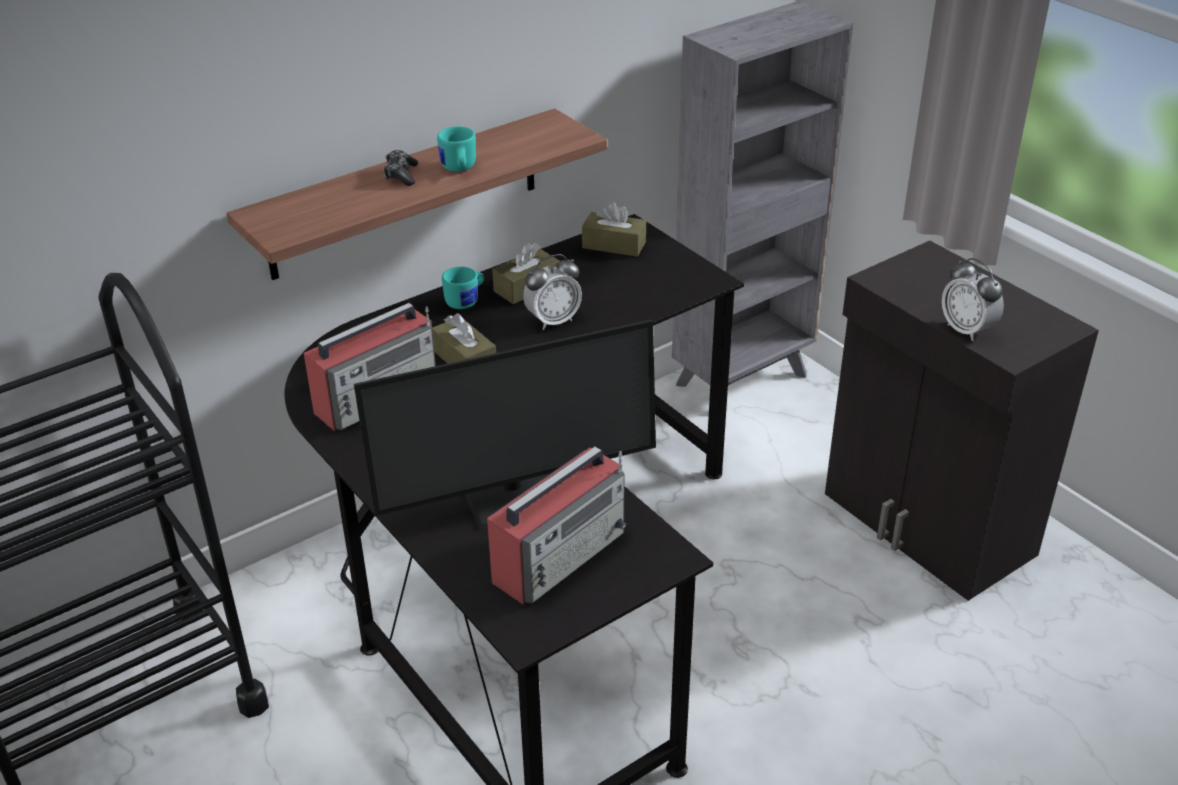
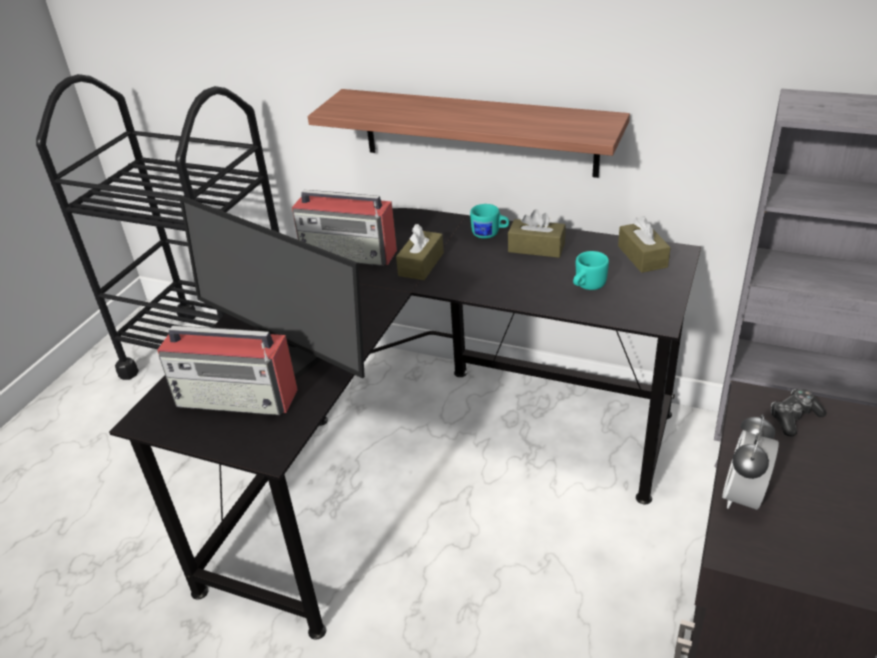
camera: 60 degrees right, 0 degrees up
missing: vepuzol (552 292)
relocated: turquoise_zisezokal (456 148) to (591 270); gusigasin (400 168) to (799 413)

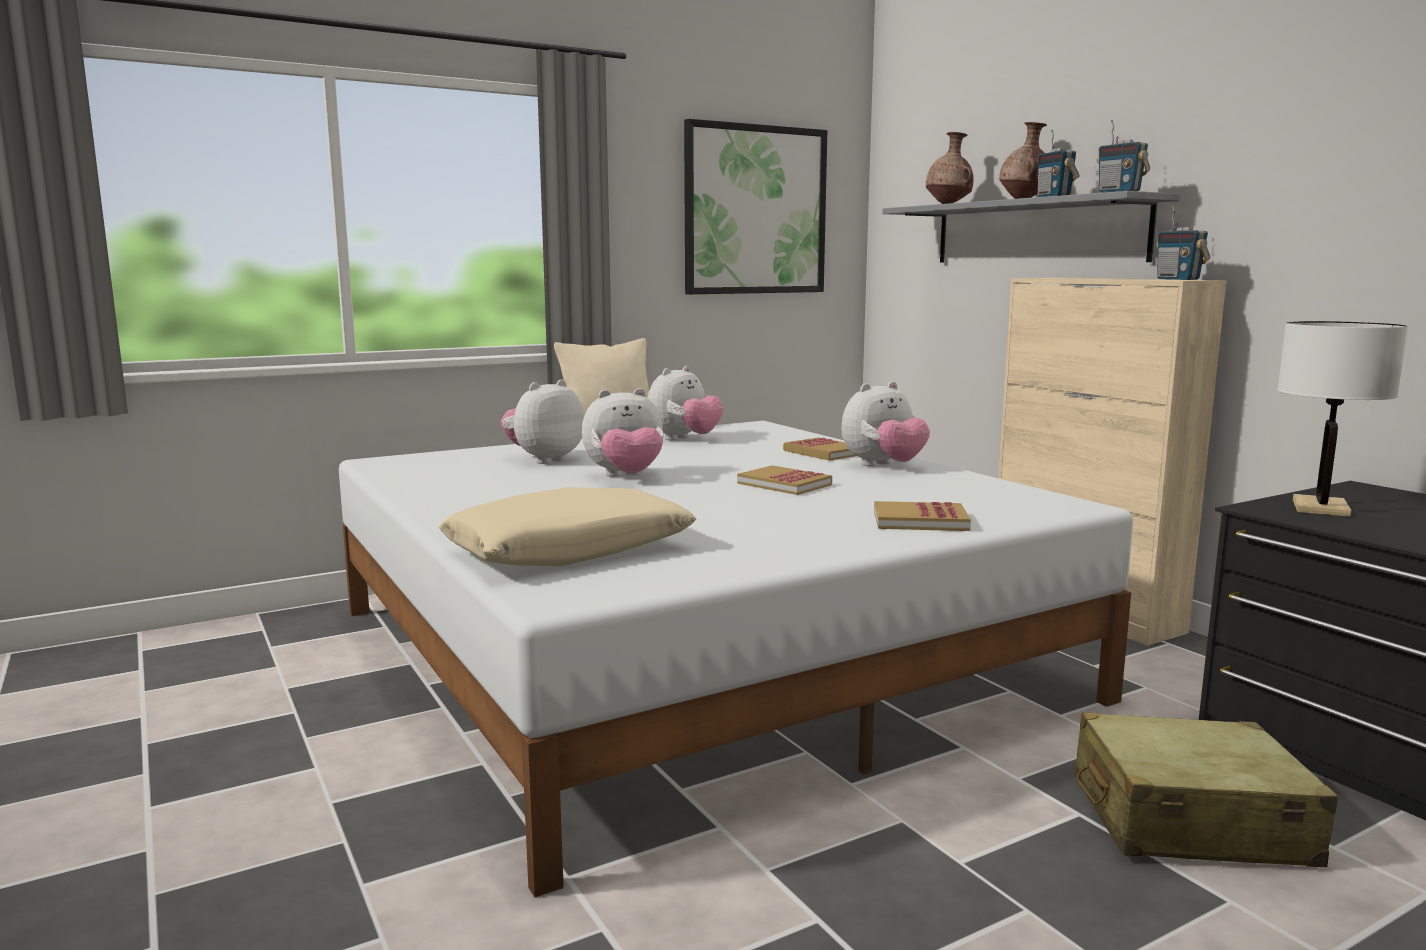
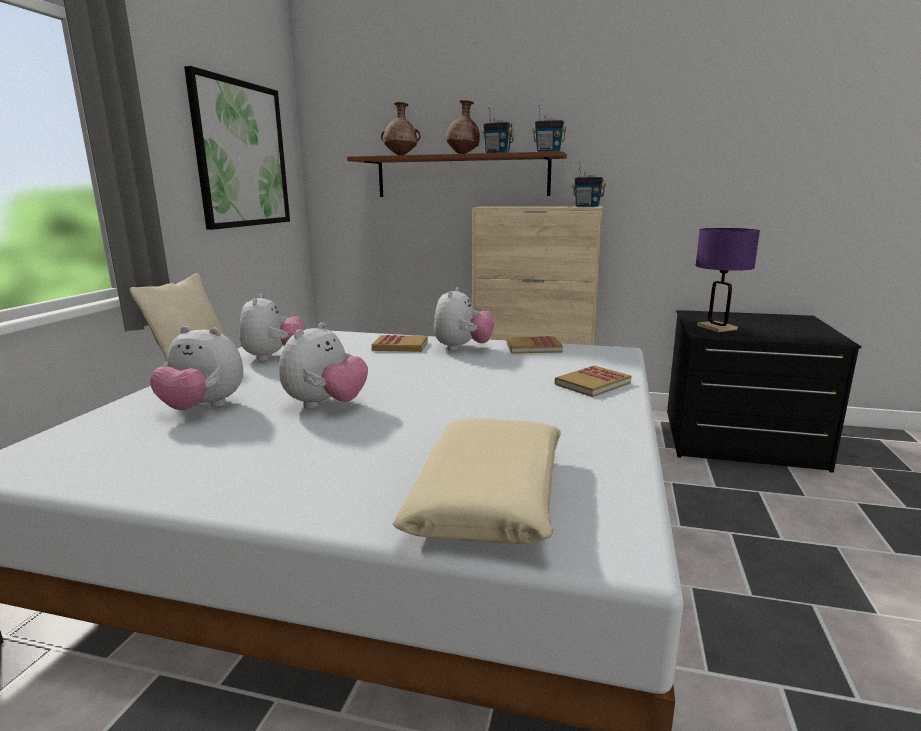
camera: 45 degrees left, 5 degrees up
missing: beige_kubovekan (1206 789)
relocated: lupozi (784 480) to (535 345)
colour: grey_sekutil (1031 226) to brown_sekutil (457 174); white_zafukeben (1342 419) to purple_zafukeben (727 280)
spun: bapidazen (542 421) = (196 368) 75 degrees counterclockwise

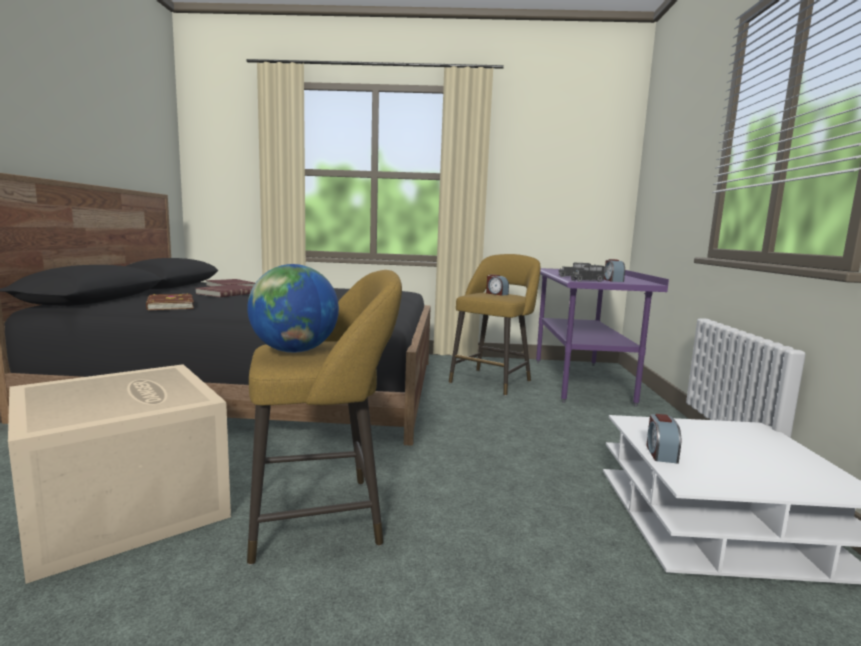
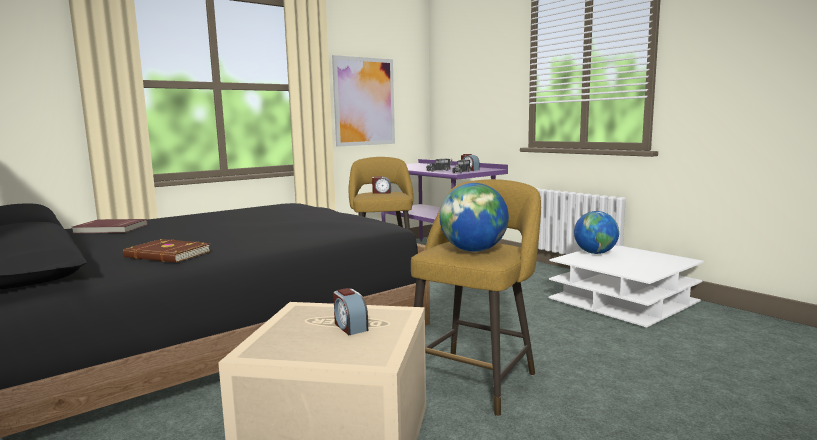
camera: 40 degrees left, 0 degrees up
missing: red_lupozi (224 290)
appeared: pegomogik (363 101); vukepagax (596 232)
relocated: vepuzol (663 439) to (350 311)

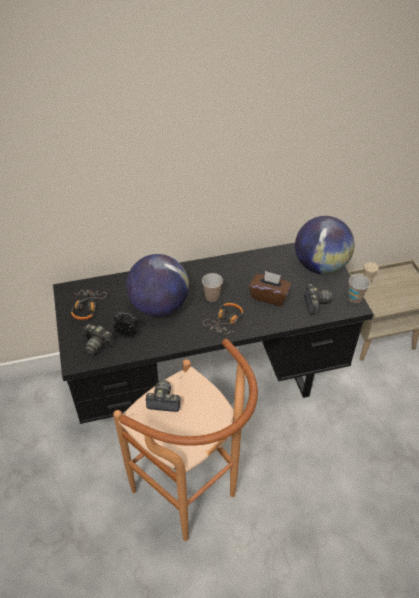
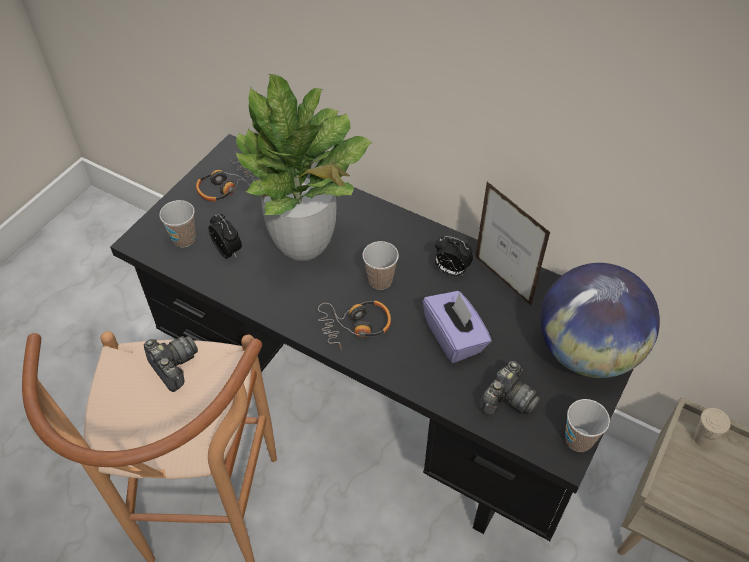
camera: 45 degrees right, 5 degrees up
appeared: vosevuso (513 243); vepuzol (454 256)
exchanged: vukepagax (157 285) to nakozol (303 167); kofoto (99 340) to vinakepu (177 223)
colour: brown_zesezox (270 288) to purple_zesezox (457 327)

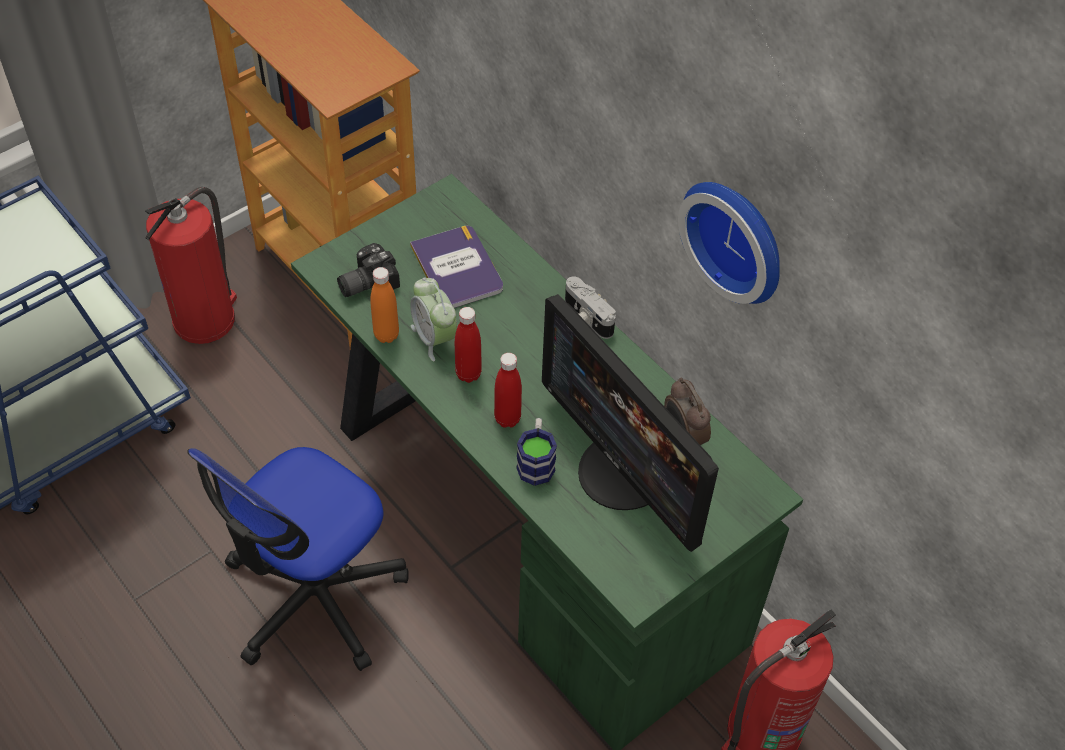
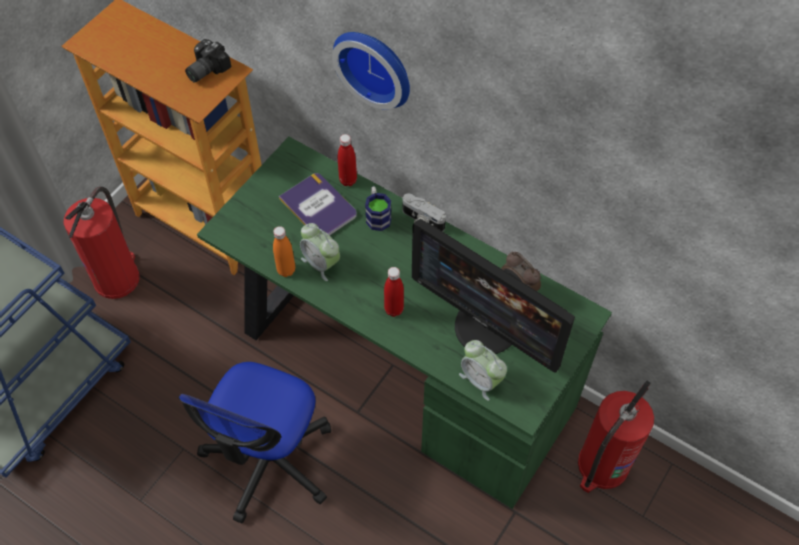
camera: 15 degrees left, 5 degrees up
appeared: vepuzol (483 370)
relocated: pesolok (729 243) to (371 71); kofoto (368 270) to (208 61); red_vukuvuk (468 345) to (347 160); zisezokal (536 452) to (378 208)

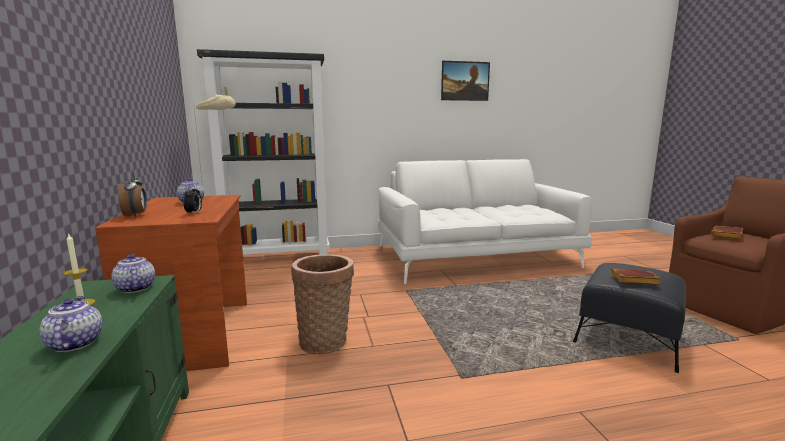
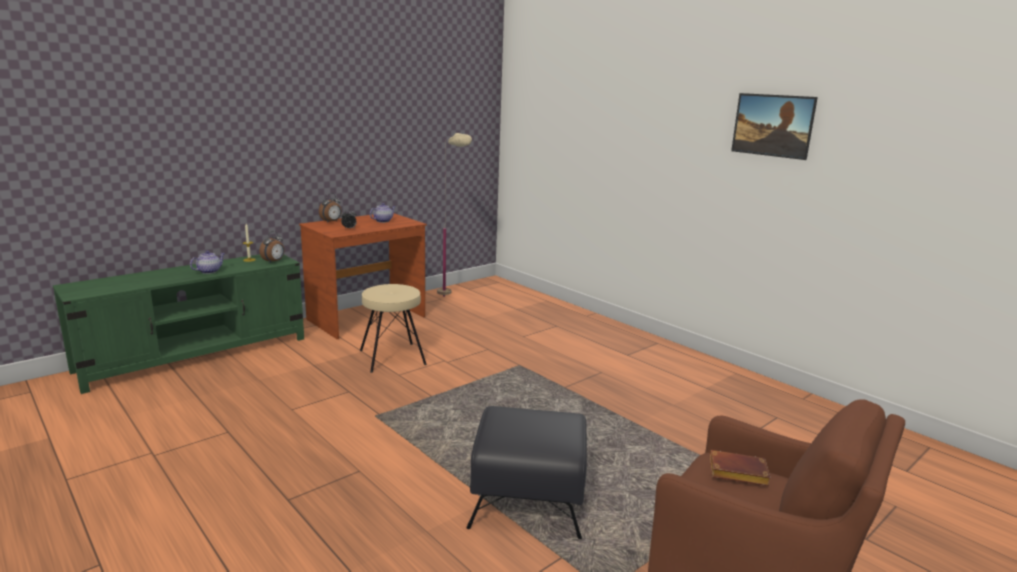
camera: 60 degrees right, 5 degrees up
missing: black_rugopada (263 152); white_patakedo (485 221); brown_lupozi (636 276)
exchanged: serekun (133 273) to vepuzol (272 246); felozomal (322 304) to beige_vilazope (393 328)

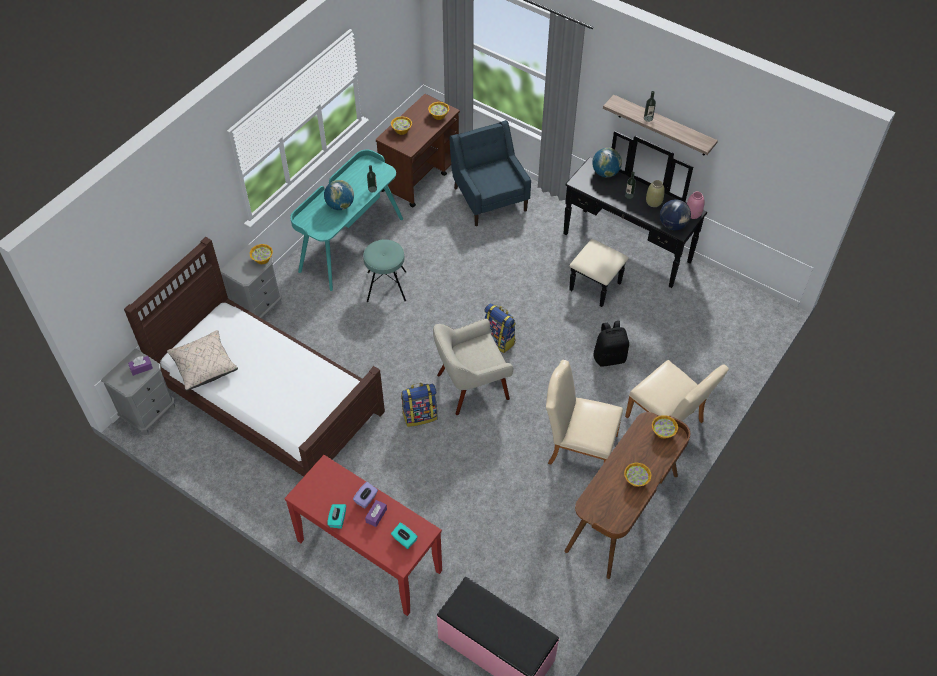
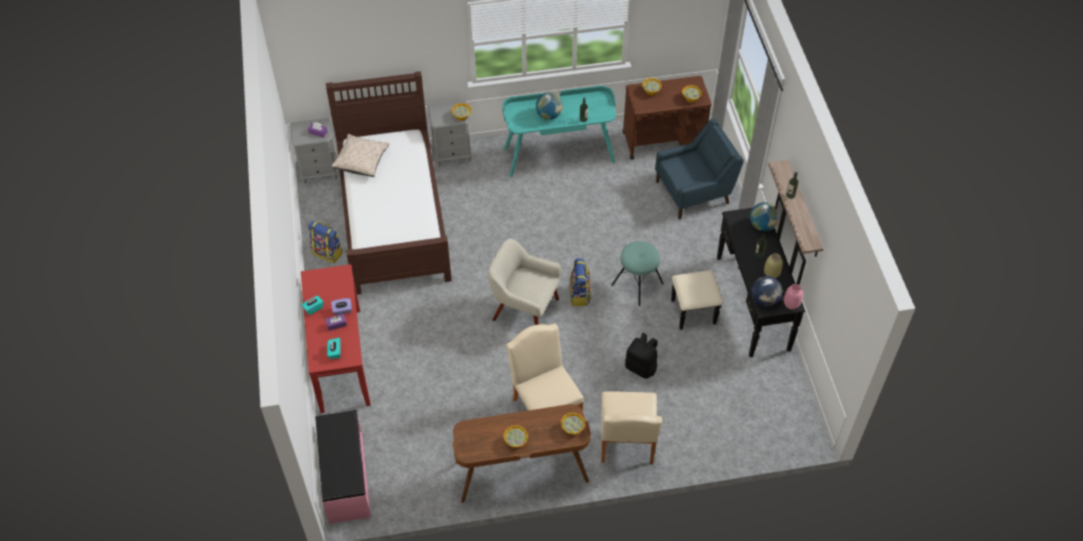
camera: 45 degrees right, 0 degrees up
relocated: turquoise_vilazope (384 270) to (637 273); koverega (419 405) to (325 242)
spun: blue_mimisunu (490 173) = (699 169) 45 degrees clockwise

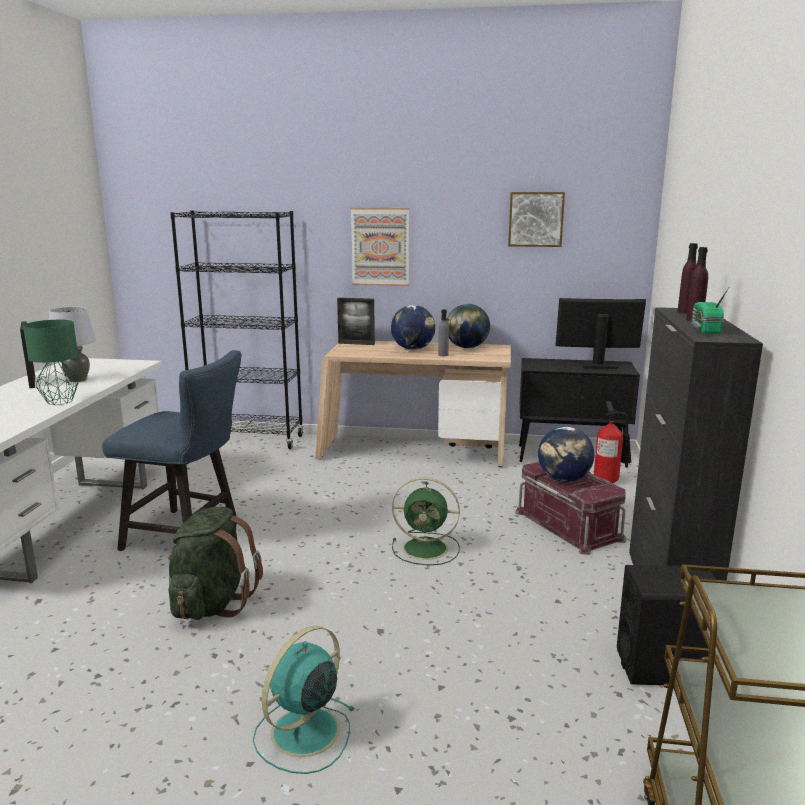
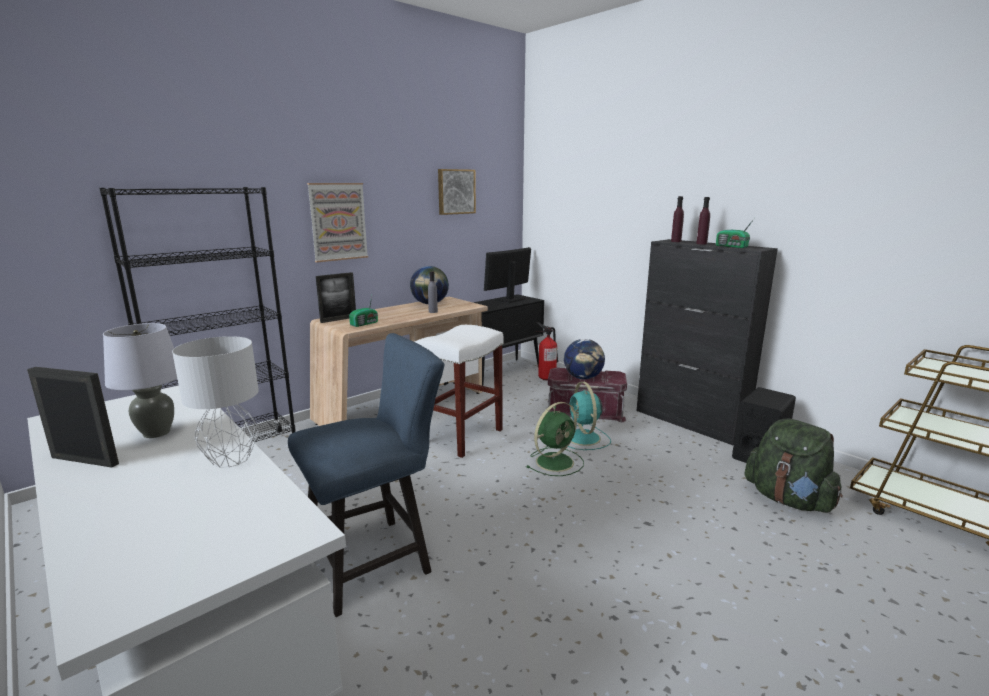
camera: 50 degrees left, 0 degrees up
missing: vukepagax (413 327)
appeared: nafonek (363 311); white_vilazope (459 391)
relocated: green_koverega (215 563) to (794 465); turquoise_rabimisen (303 700) to (589 416)
colour: green_zafukeben (50 362) to grey_zafukeben (215 402)

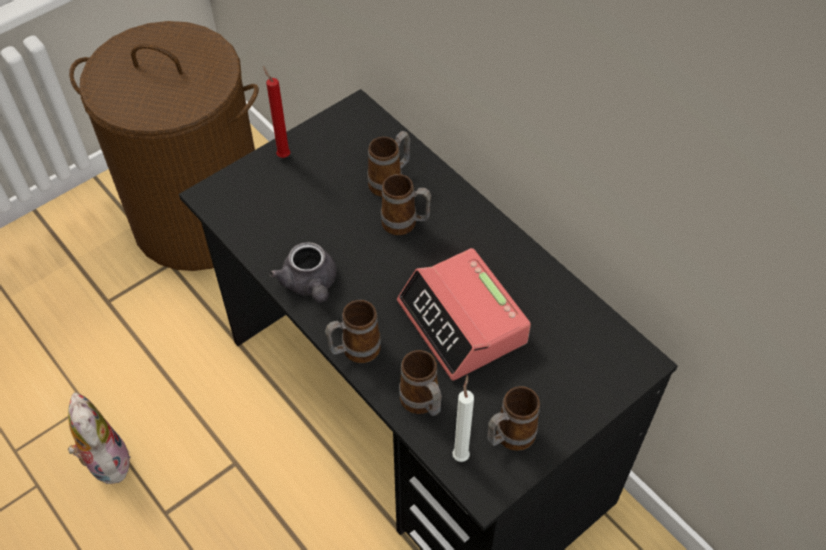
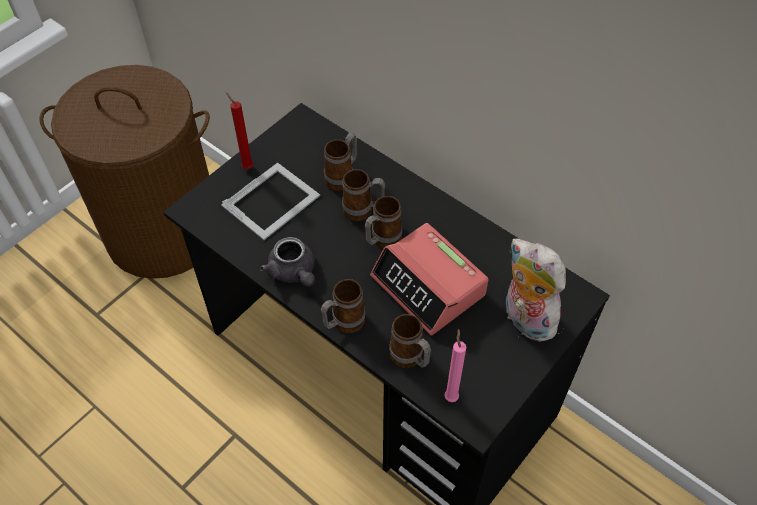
camera: 10 degrees left, 0 degrees up
appeared: vosevuso (270 201)
relocated: zisezokal (513 418) to (383 222); bapidazen (101 438) to (536 290)
colour: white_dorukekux (463 418) to pink_dorukekux (455 365)

